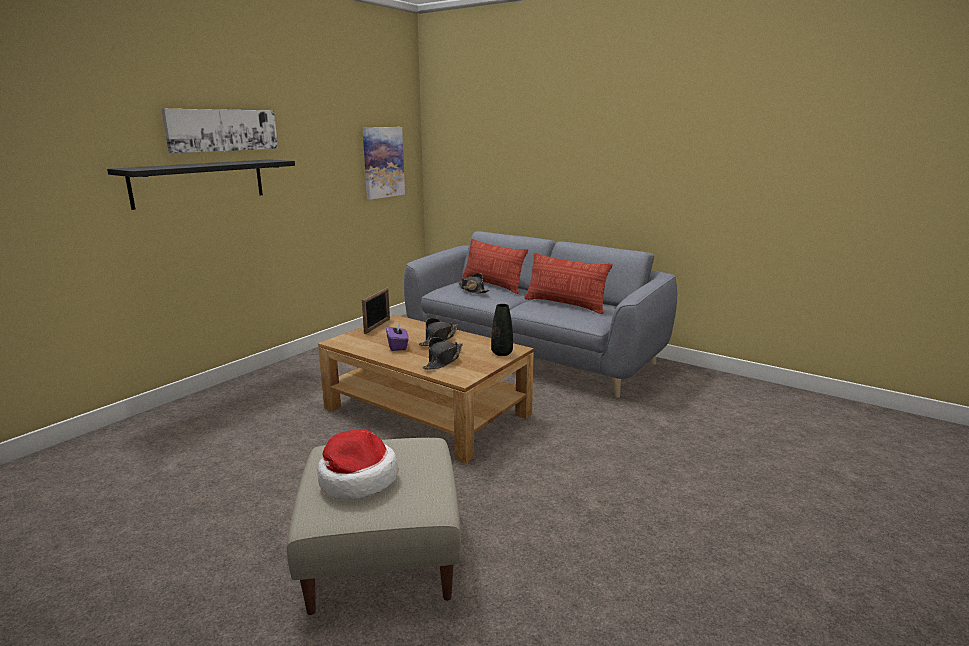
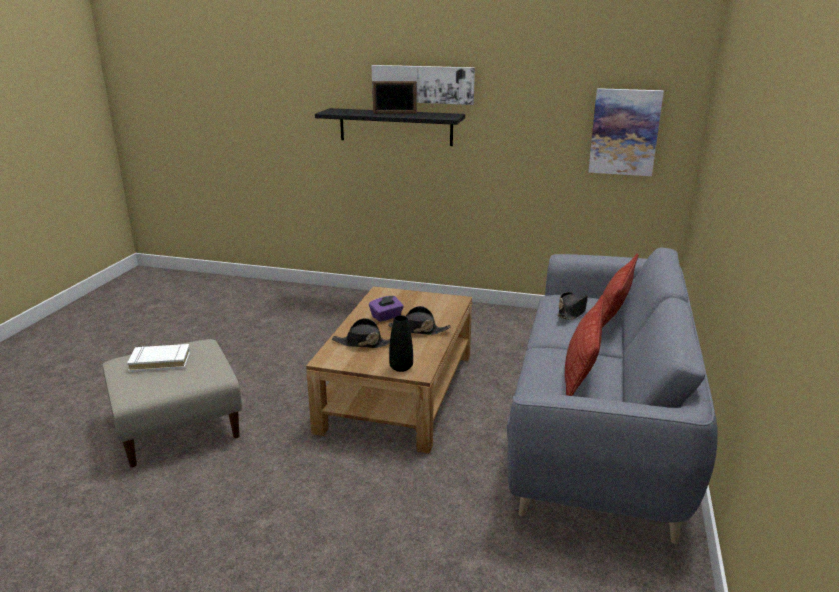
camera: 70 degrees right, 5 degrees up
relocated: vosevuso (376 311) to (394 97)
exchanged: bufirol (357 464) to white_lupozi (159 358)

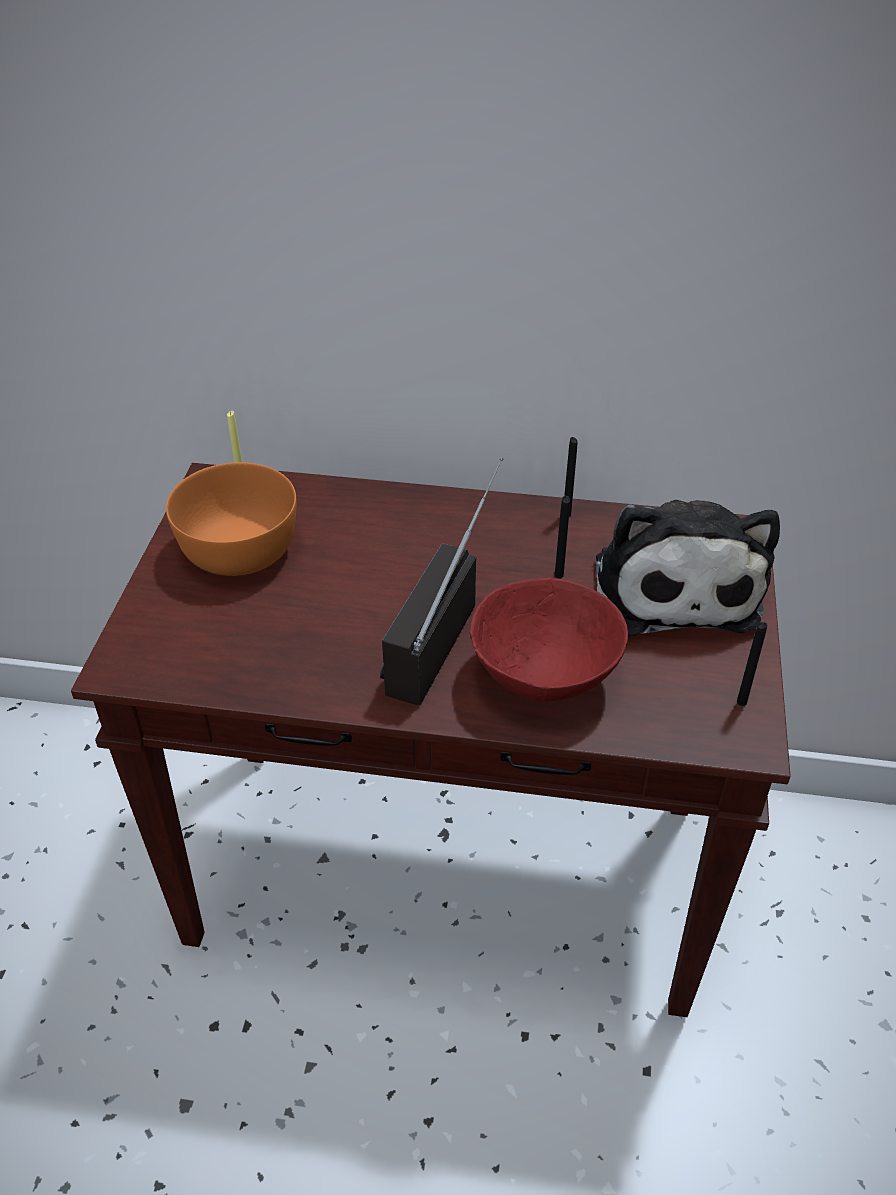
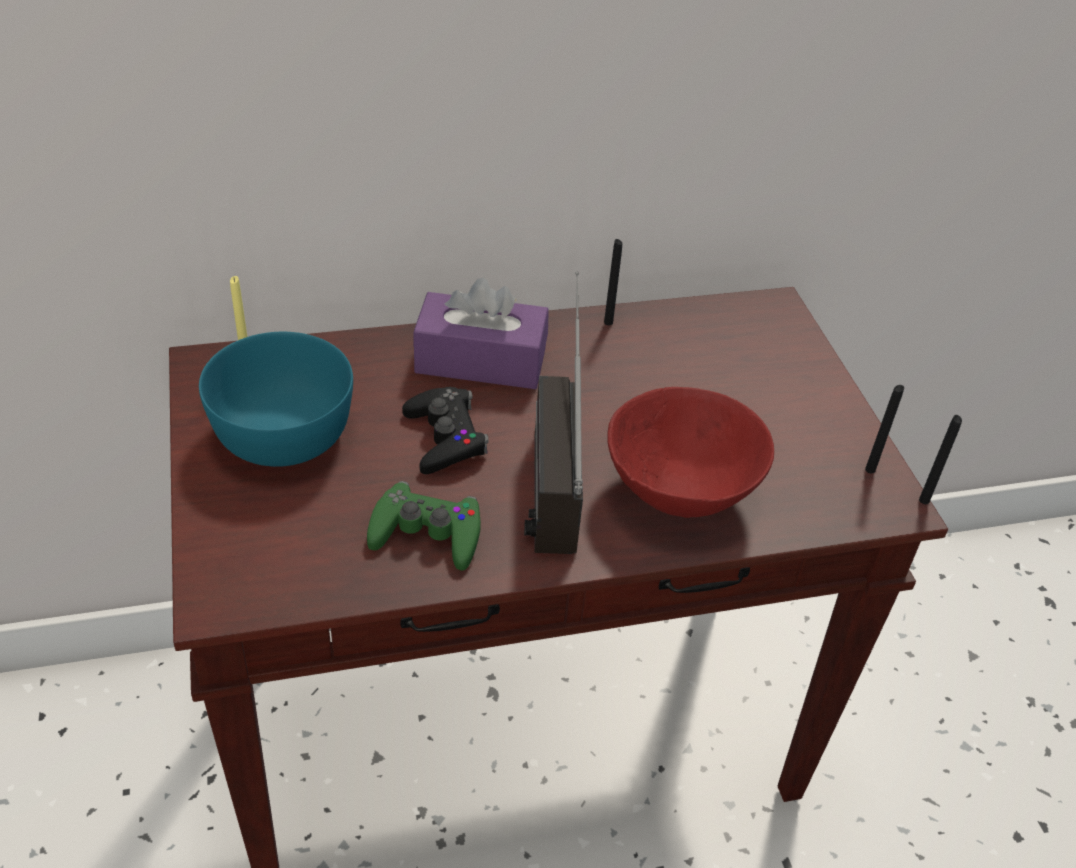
camera: 25 degrees left, 0 degrees up
missing: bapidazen (688 568)
appeared: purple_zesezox (481 333); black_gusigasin (445 430); green_gusigasin (424 526)
relocated: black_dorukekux (562 537) to (940 459)
colour: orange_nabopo (231 519) to turquoise_nabopo (276 399)

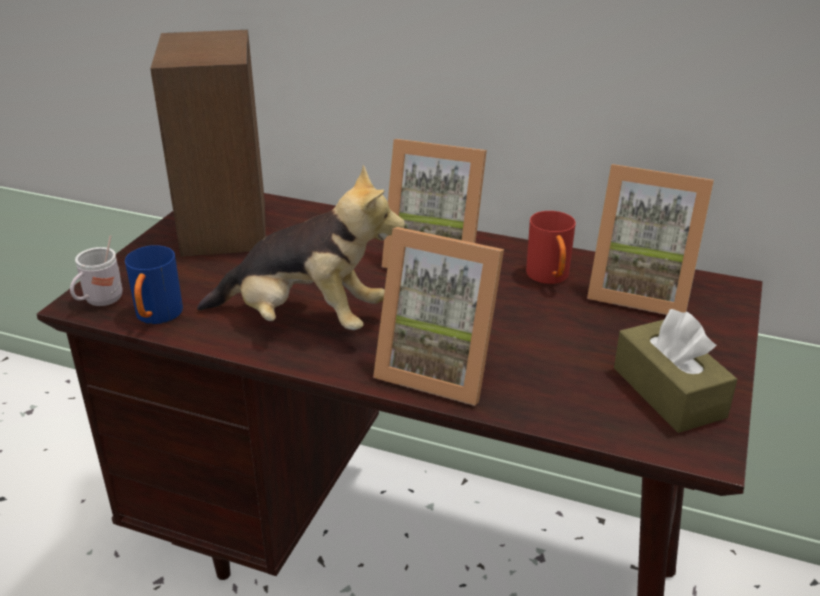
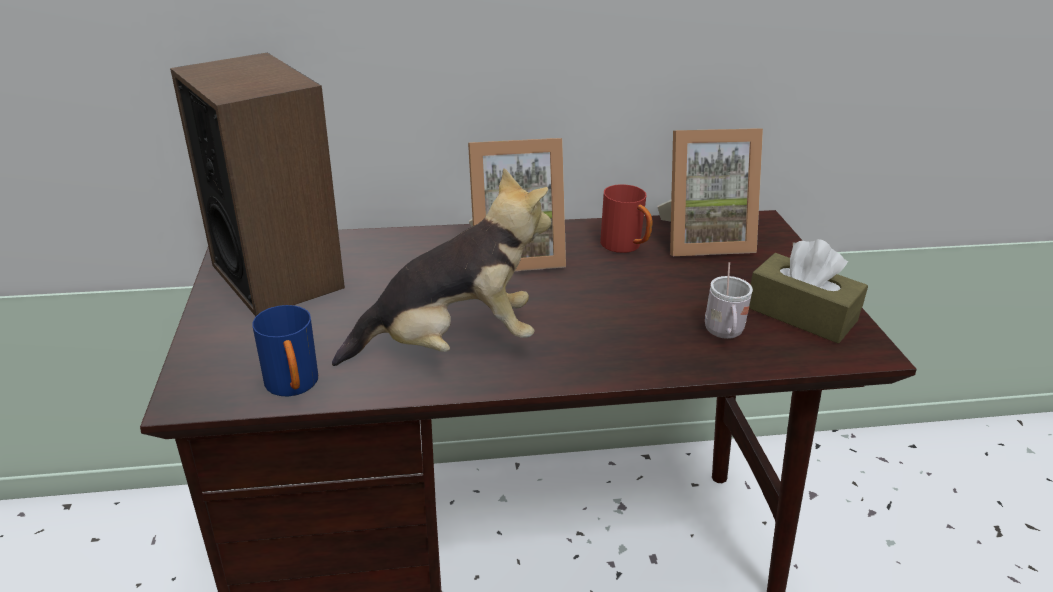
camera: 30 degrees left, 0 degrees up
missing: vosevuso (438 316)
relocated: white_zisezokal (96 270) to (729 300)

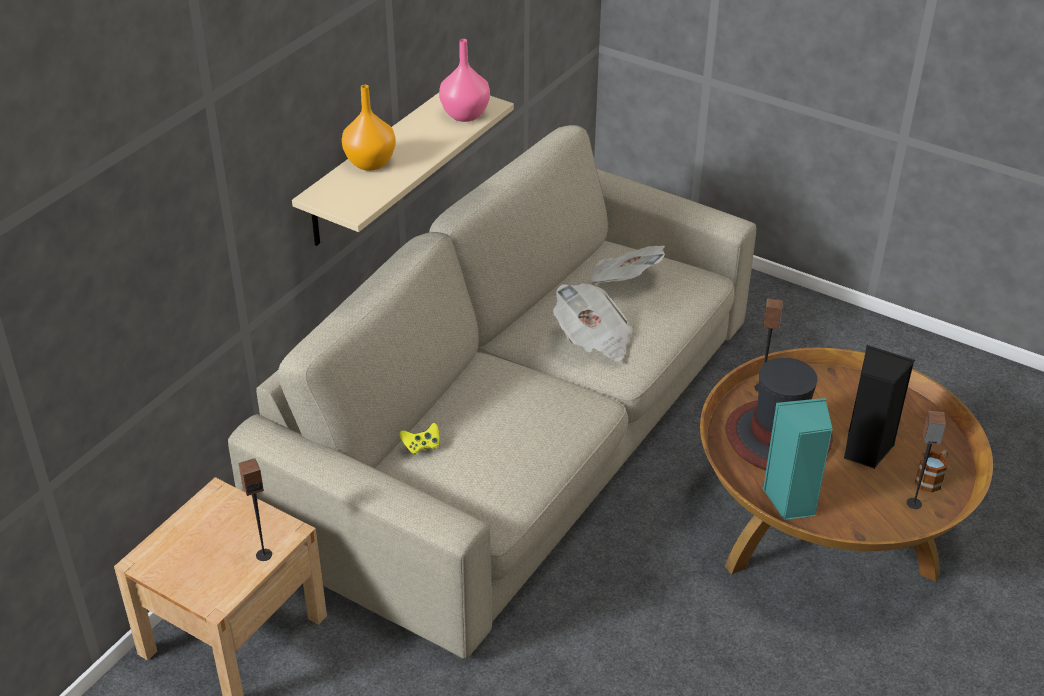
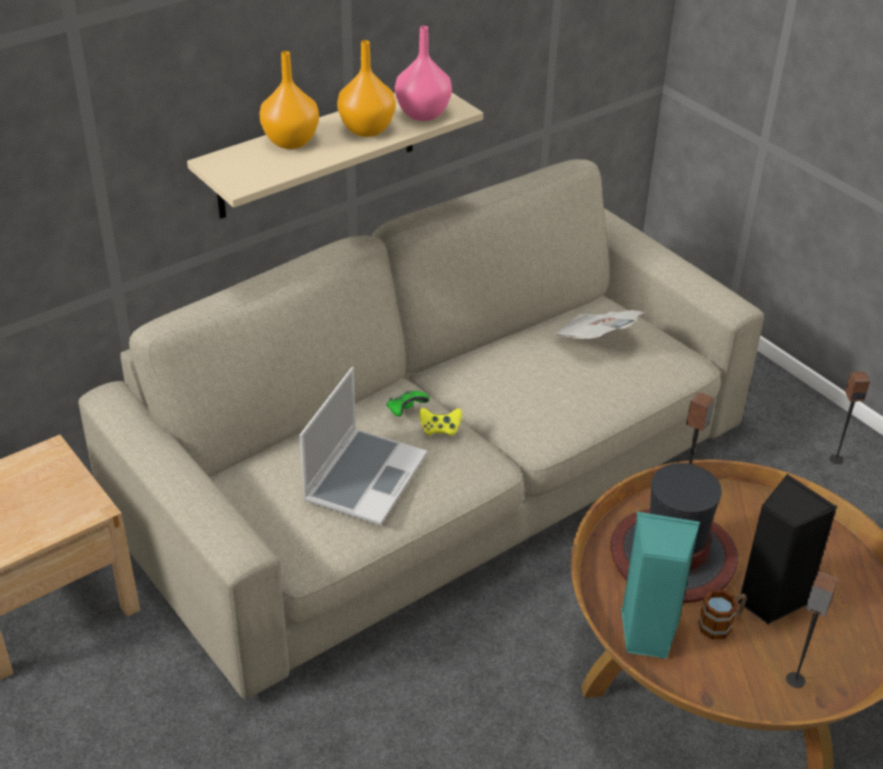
camera: 20 degrees right, 0 degrees up
missing: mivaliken (593 322)
appeared: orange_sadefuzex (366 88); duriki (363 446); green_gusigasin (408 404)
relocated: yellow_gusigasin (419 439) to (440 422); zisezokal (931 471) to (722 614); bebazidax (255 509) to (849 417)

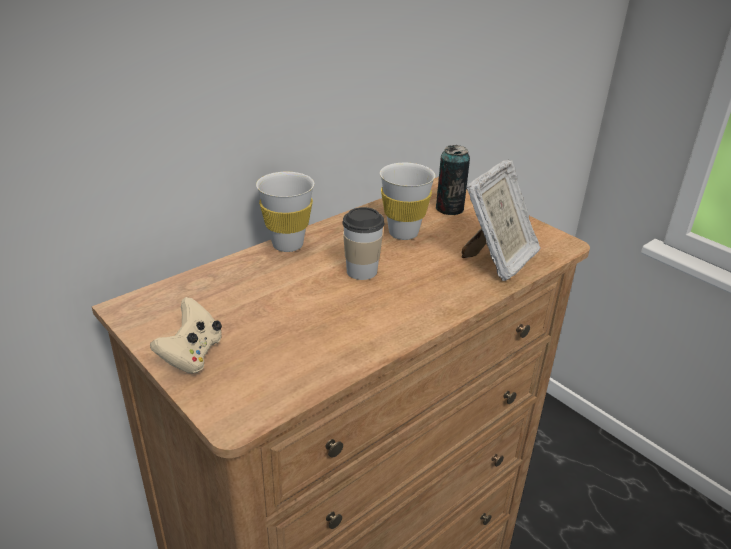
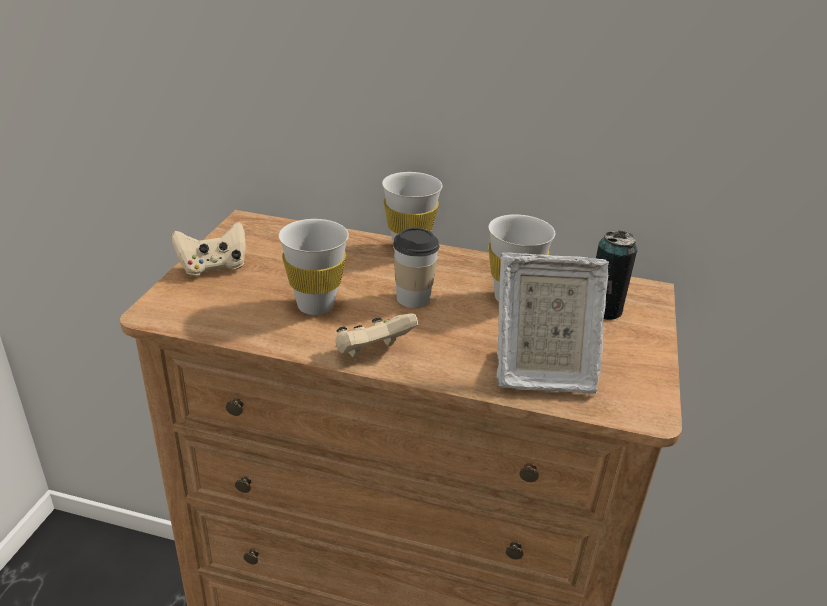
camera: 55 degrees right, 0 degrees up
appeared: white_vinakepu (314 267); beige_gusigasin (376 335)

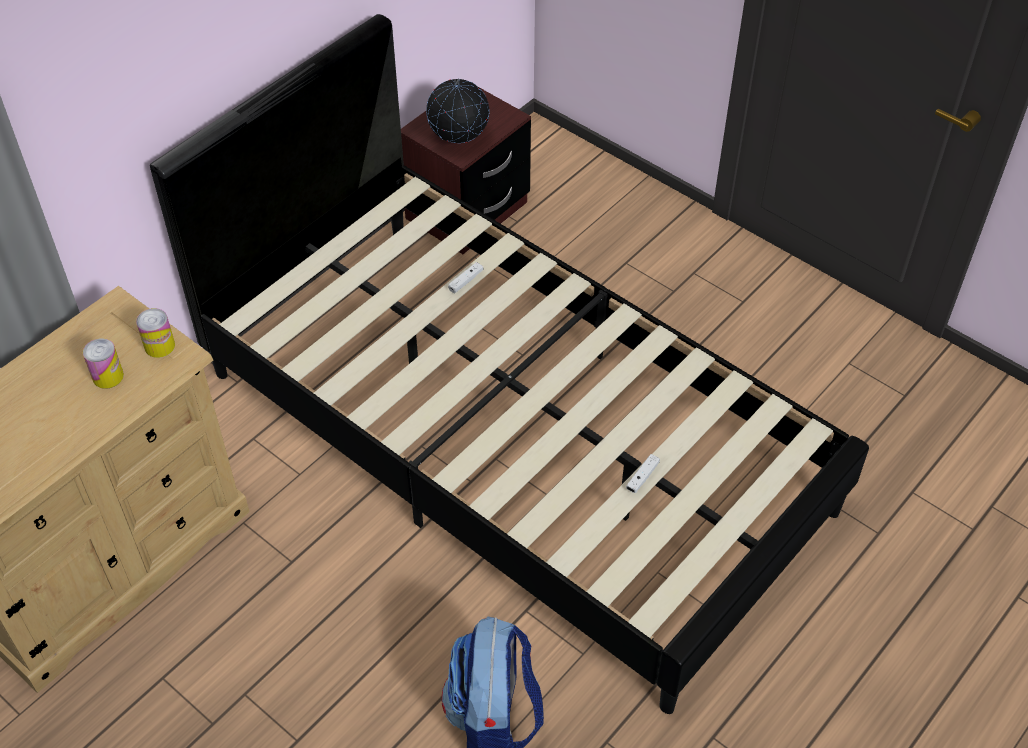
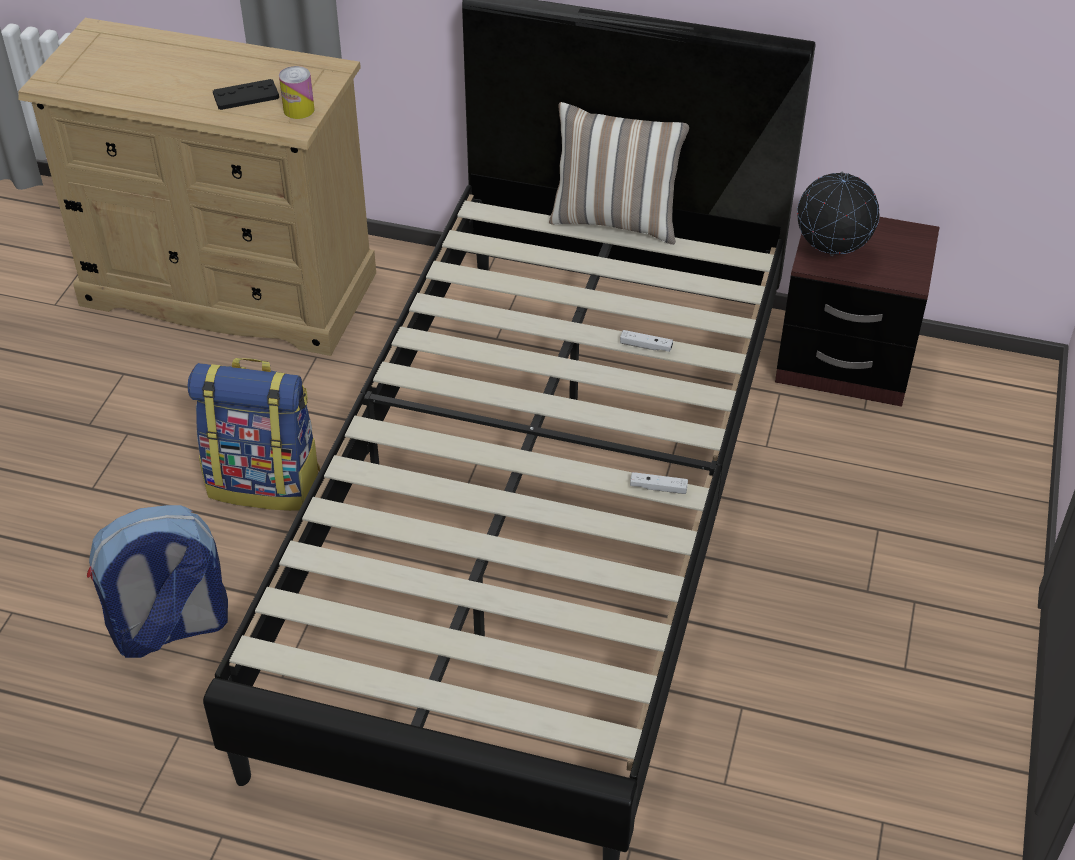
camera: 65 degrees right, 5 degrees down
appeared: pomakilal (619 173); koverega (253 434)
relocated: white_gusigasin (643 473) to (659 483)
exchanged: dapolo (103 363) to black_gusigasin (246 94)

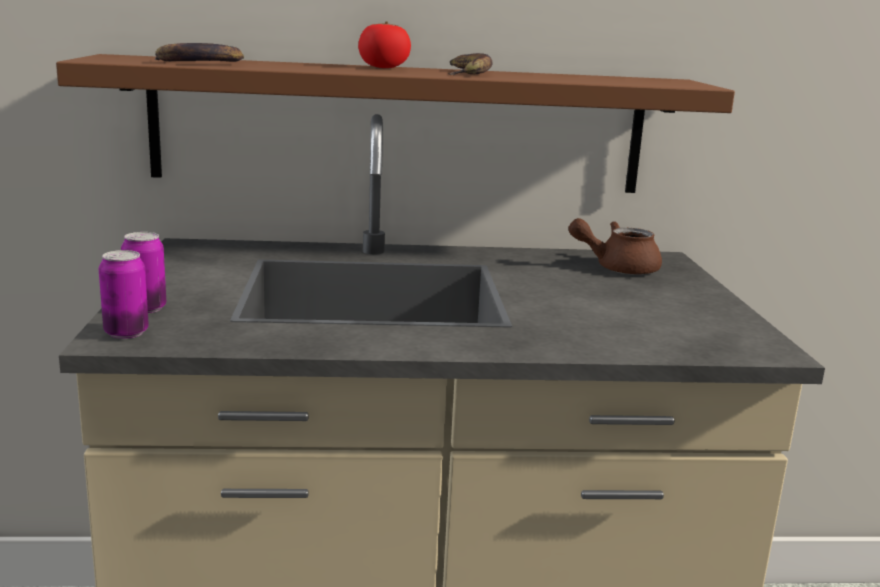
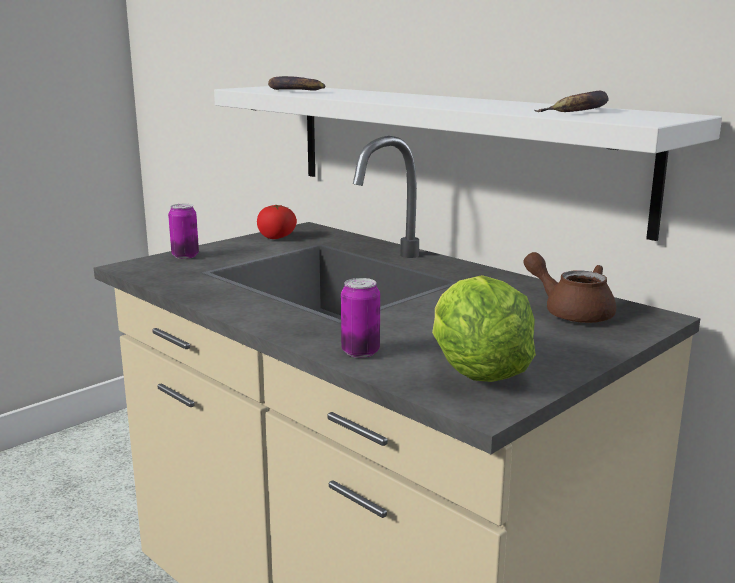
camera: 50 degrees right, 0 degrees up
appeared: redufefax (484 328)
relocated: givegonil (384 45) to (277 222); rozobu (470 64) to (572 101); dapolo (124 294) to (360 318)
colour: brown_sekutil (395 123) to white_sekutil (468 163)

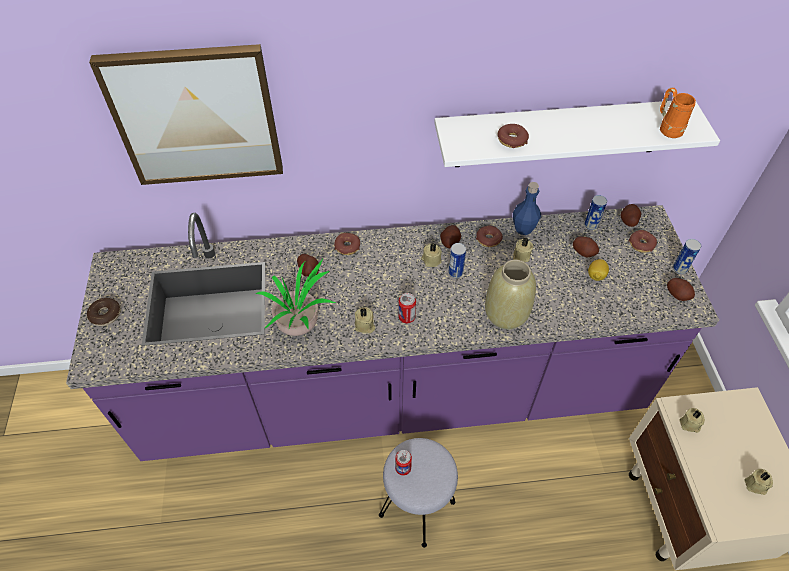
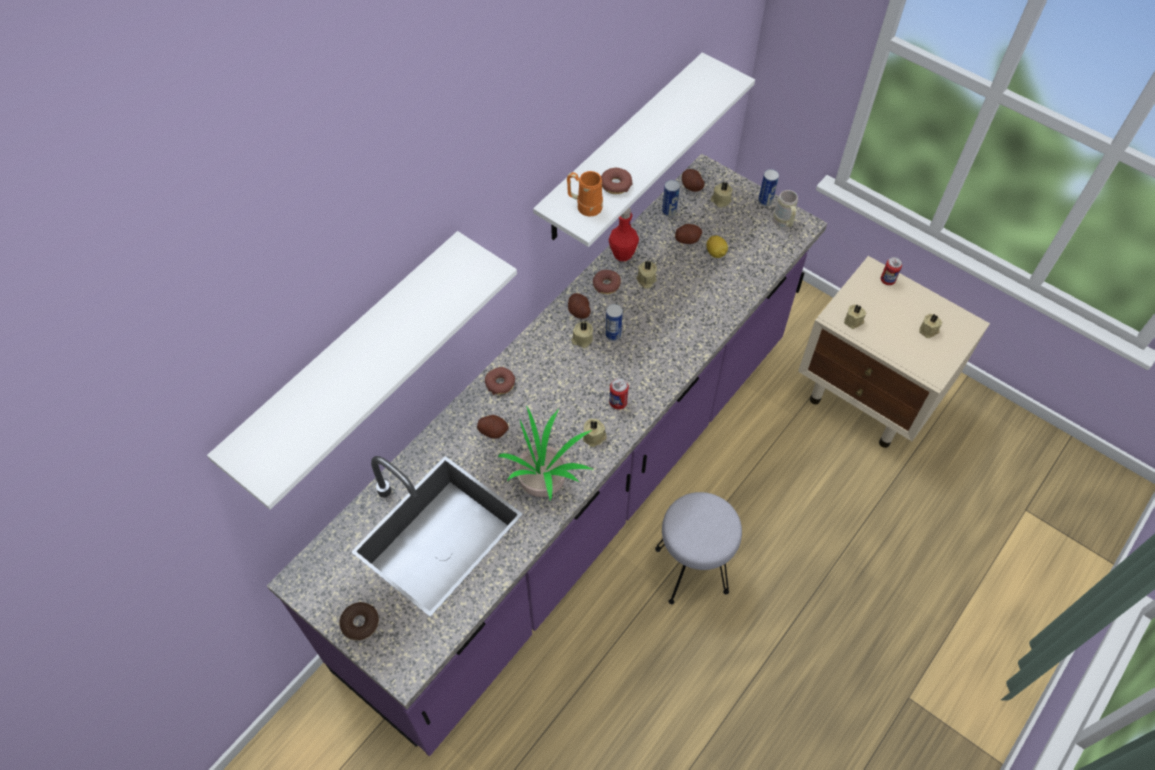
camera: 45 degrees left, 5 degrees up
missing: beige_sadefuzex (510 294)
relocated: orange_zisezokal (678 112) to (585 194); dapolo (403 463) to (891 271)
exchanged: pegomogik (186 114) to white_sekutil (362 370); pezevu (643 241) to beige_dorukekux (722 195); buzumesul (681 289) to beige_zisezokal (785 209)
colour: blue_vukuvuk (527 208) to red_vukuvuk (624 234)

